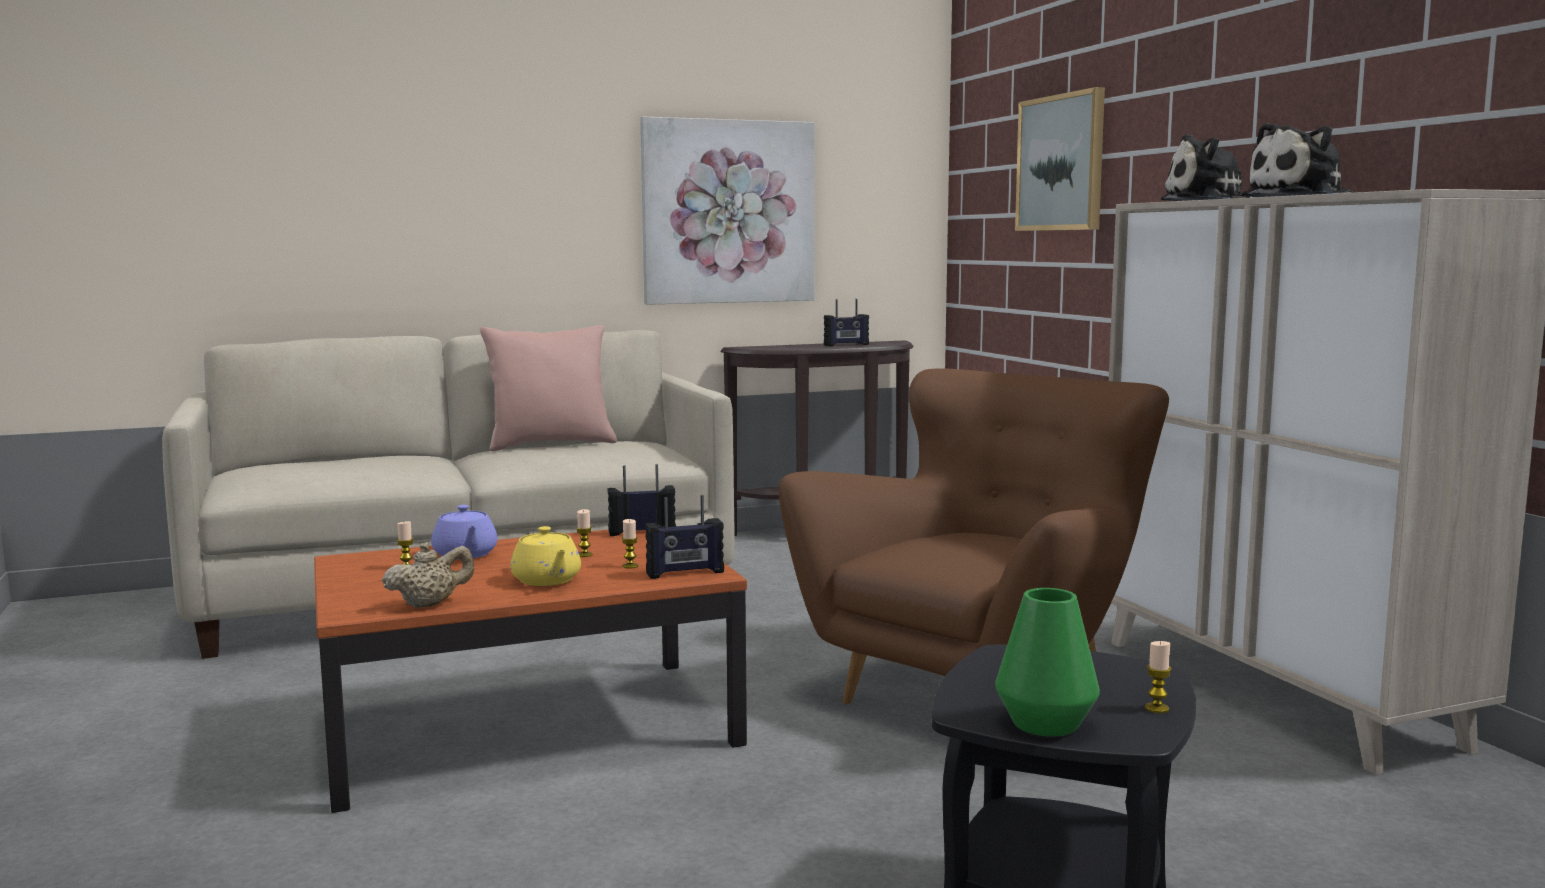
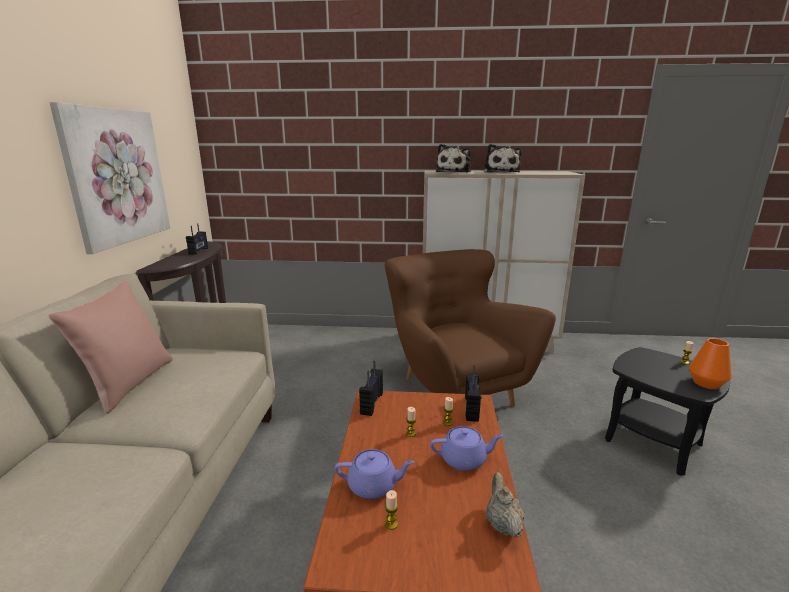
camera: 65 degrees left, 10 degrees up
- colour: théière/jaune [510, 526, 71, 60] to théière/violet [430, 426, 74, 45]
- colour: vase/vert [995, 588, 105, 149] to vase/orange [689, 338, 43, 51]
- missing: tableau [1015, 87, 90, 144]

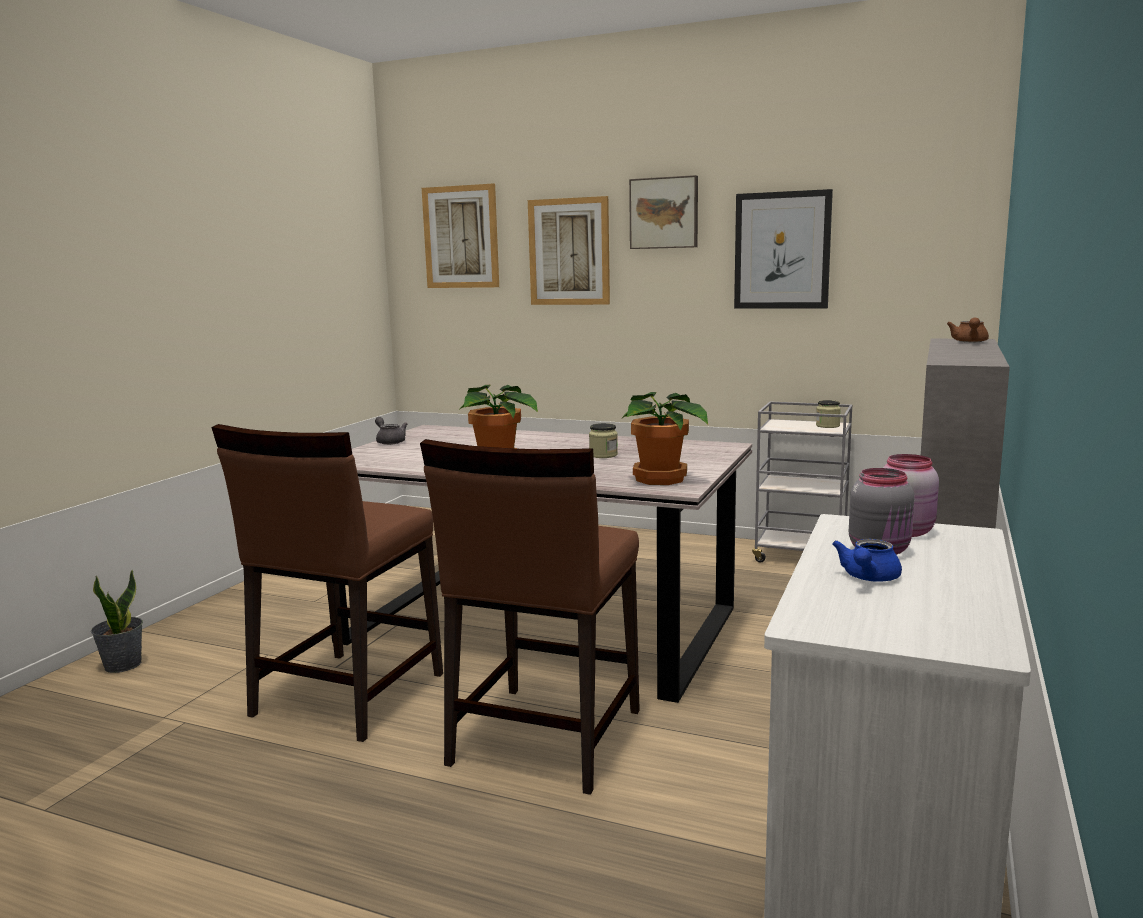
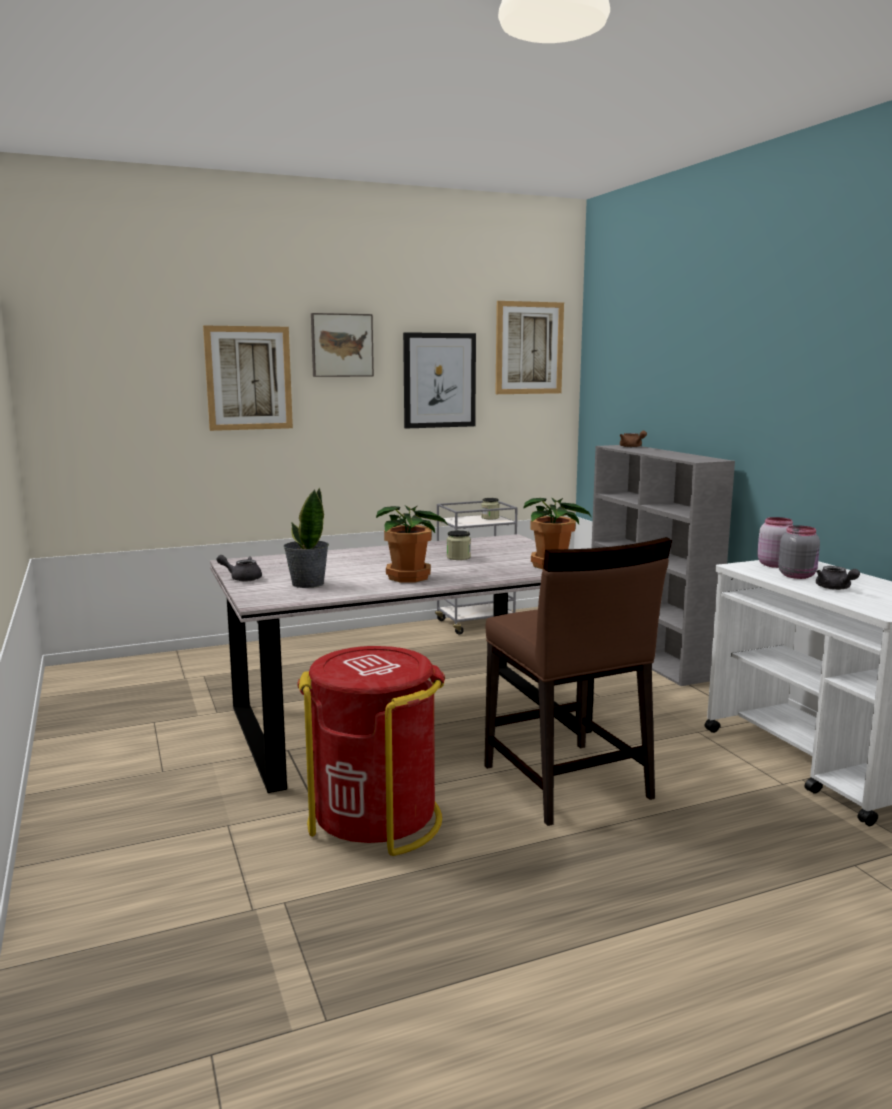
camera: 45 degrees left, 0 degrees up
- relocated: plante en pot [91, 570, 52, 103] to [283, 488, 46, 100]
- exchanged: chaise/marron [211, 424, 232, 318] to poubelle/rouge [297, 646, 148, 210]
- relocated: tableau [422, 183, 77, 105] to [495, 301, 69, 93]
- colour: théière/bleu [832, 539, 70, 43] to théière/gris [816, 566, 44, 24]

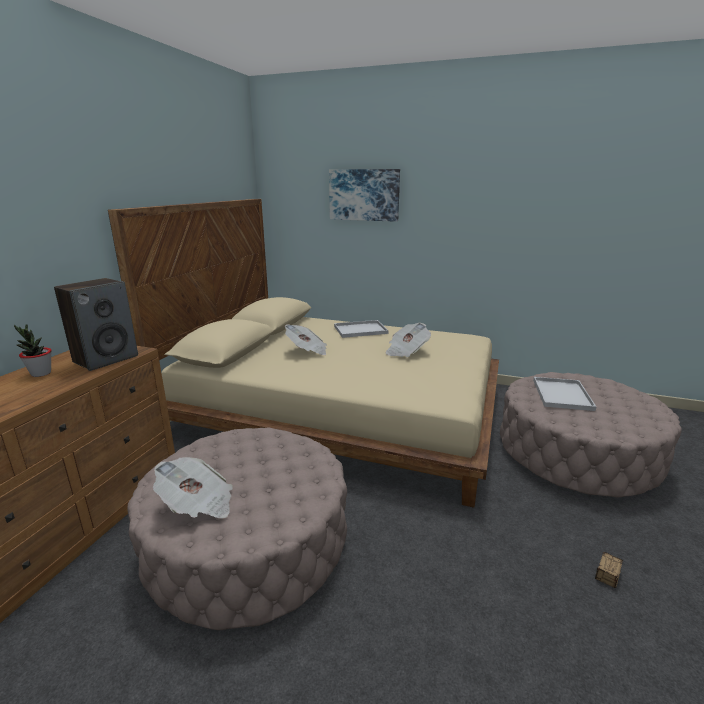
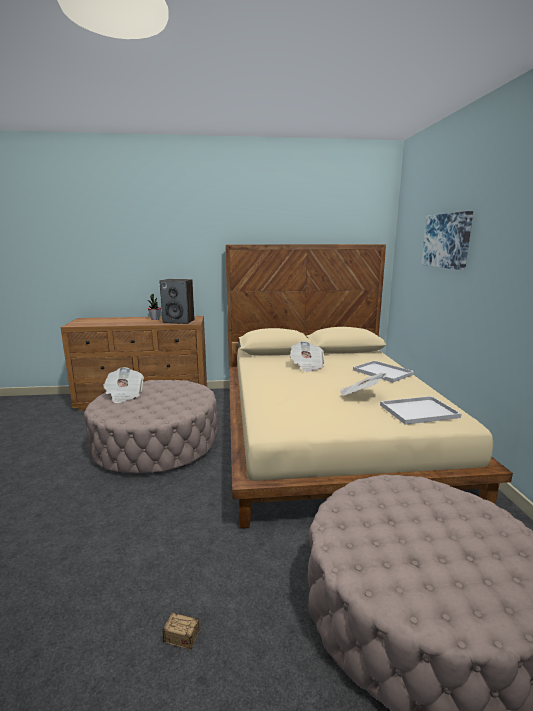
camera: 65 degrees right, 5 degrees down
- relocated: plateau/blanc [533, 377, 63, 34] to [380, 396, 81, 29]

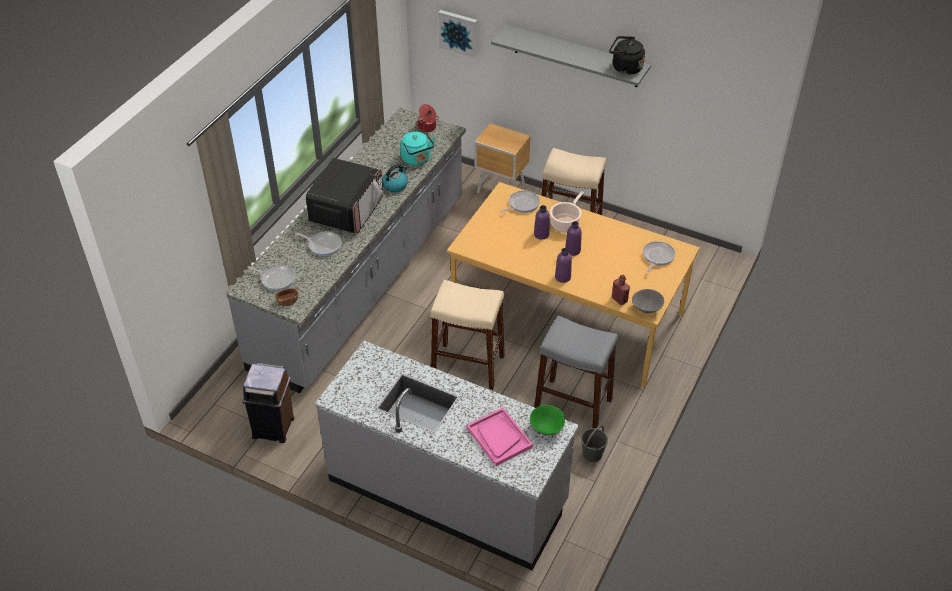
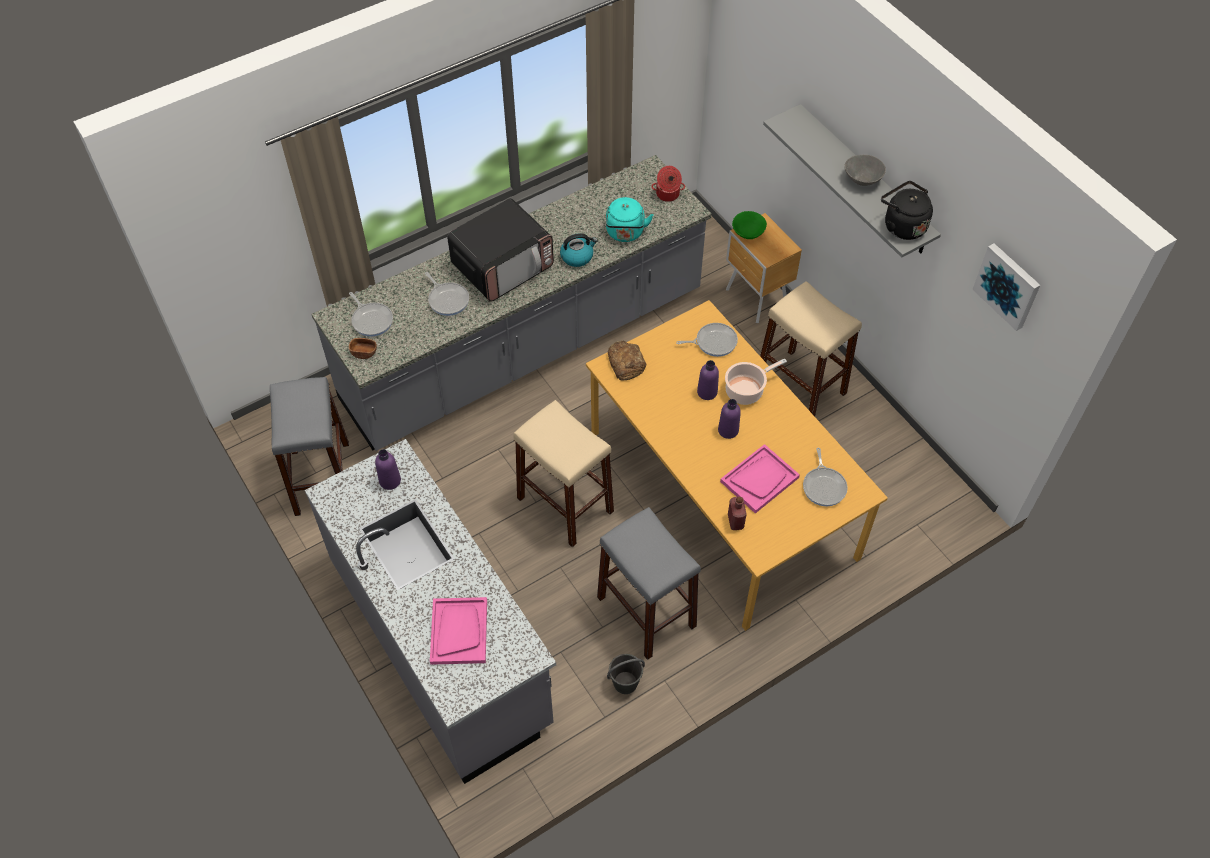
camera: 30 degrees right, 10 degrees up
- exchanged: poubelle/marron [242, 363, 53, 80] to tabouret/gris [270, 377, 79, 139]
- relocated: tableau [438, 10, 39, 48] to [972, 243, 68, 88]
- relocated: bol/vert [530, 405, 35, 30] to [732, 211, 35, 28]
- relocated: bouteille/violet [555, 248, 17, 35] to [375, 449, 26, 41]
- relocated: bol/gris [632, 289, 32, 24] to [844, 155, 42, 31]
- spun: poêle [643, 241, 33, 32] = [803, 448, 45, 58] 120 degrees clockwise
- appeared: pain [608, 341, 38, 40]
- appeared: plateau/rose [720, 444, 80, 70]

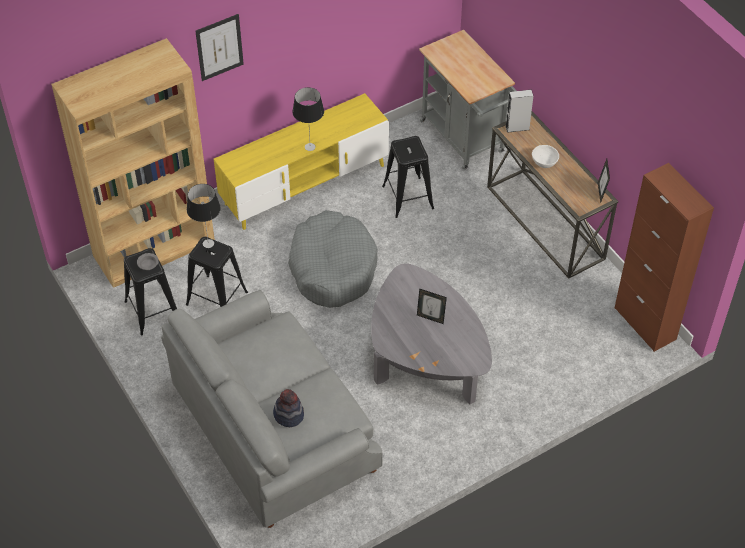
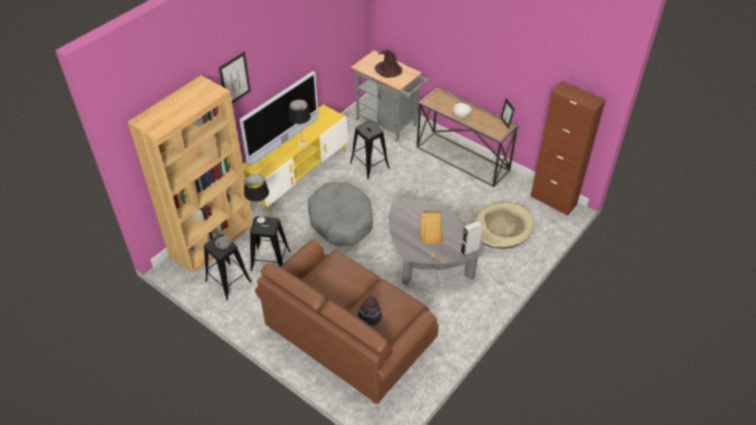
camera: 20 degrees left, 5 degrees down
- colour: canapé/gris [161, 290, 222, 238] to canapé/marron [255, 239, 184, 165]
- exchanged: cadre photo [417, 288, 30, 36] to plateau/beige [420, 212, 23, 32]
- relocated: enceinte/gris [505, 90, 28, 43] to [461, 220, 22, 36]
- appeared: téléviseur [239, 71, 79, 95]
- appeared: chapeau/marron [375, 50, 27, 28]
- appeared: panier pour chien/beige [473, 202, 62, 47]

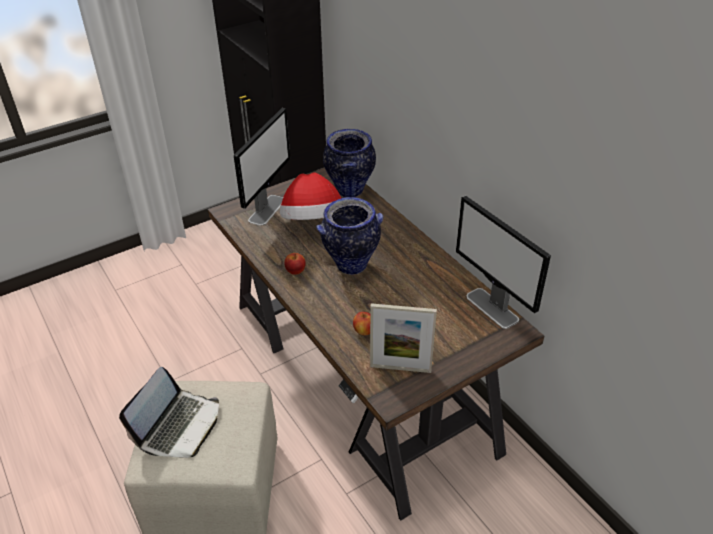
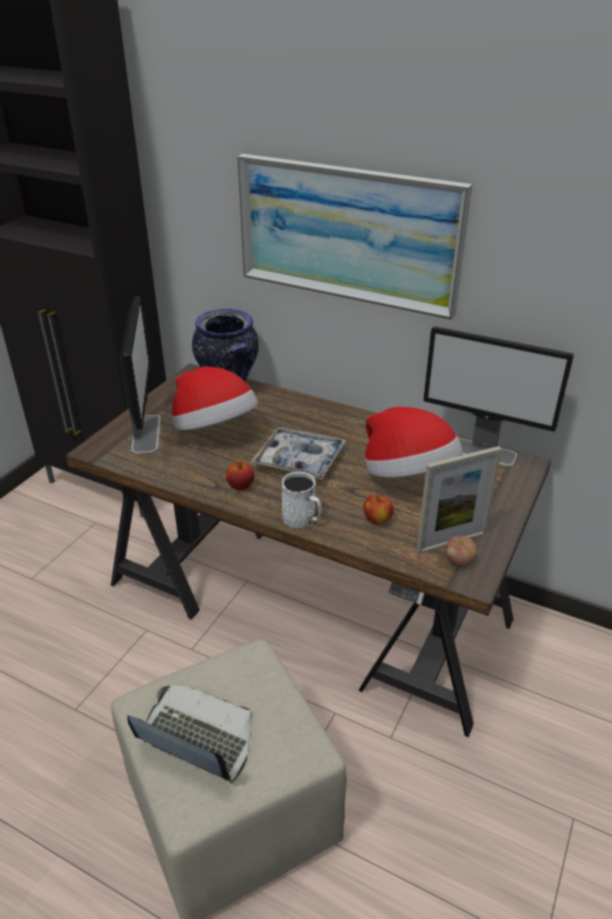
camera: 30 degrees left, 5 degrees down
- spun: ordinateur portable [119, 367, 100, 91] = [128, 685, 124, 99] 60 degrees counterclockwise
- exchanged: vase [316, 197, 68, 78] to plateau [251, 427, 95, 53]
- appeared: tableau [237, 154, 235, 166]
- appeared: mug/blanc [282, 472, 40, 56]
- appeared: chapeau [365, 407, 98, 71]
- appeared: pomme [445, 536, 32, 32]

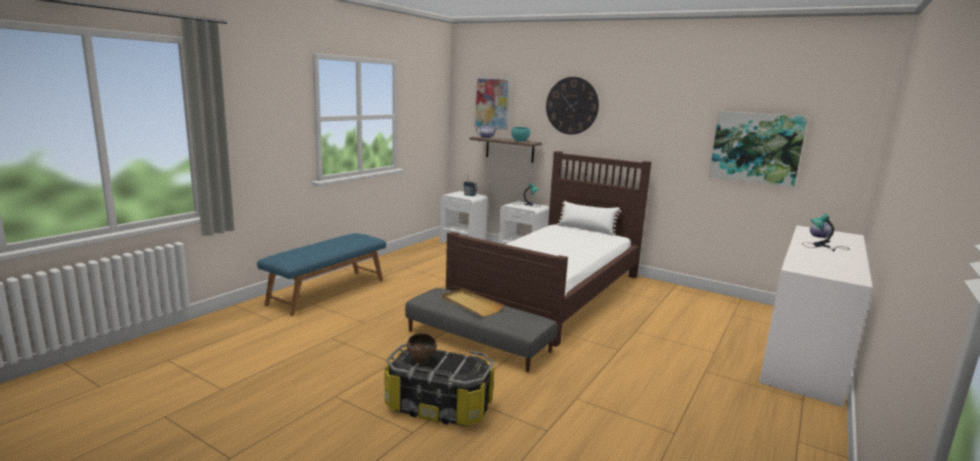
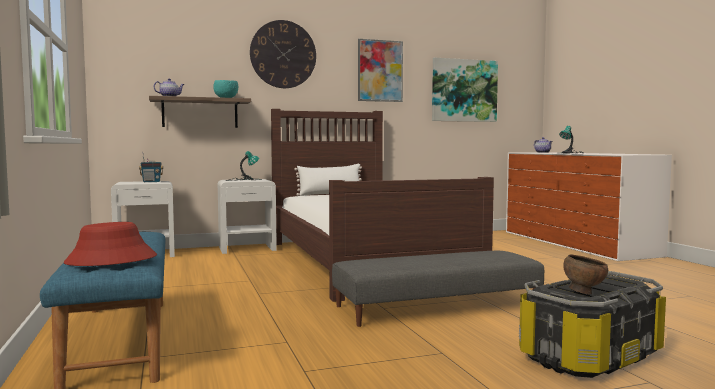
camera: 50 degrees left, 10 degrees down
- missing: plateau/beige [441, 289, 63, 28]
- relocated: tableau [474, 77, 36, 53] to [358, 39, 45, 63]
- appeared: chapeau/rouge [64, 222, 93, 44]

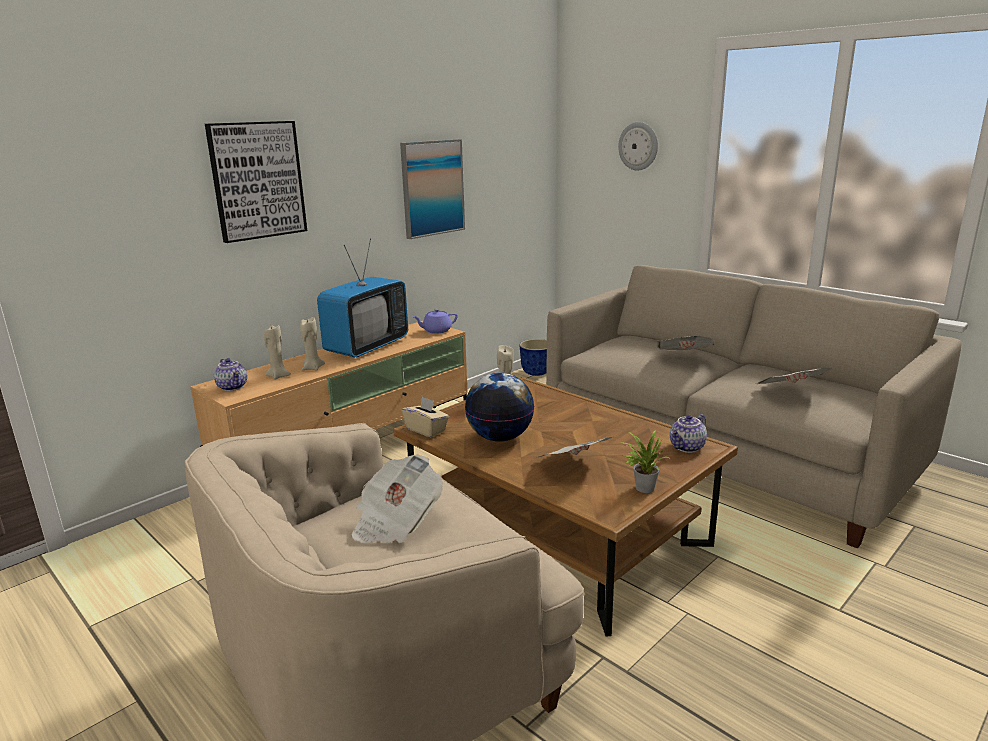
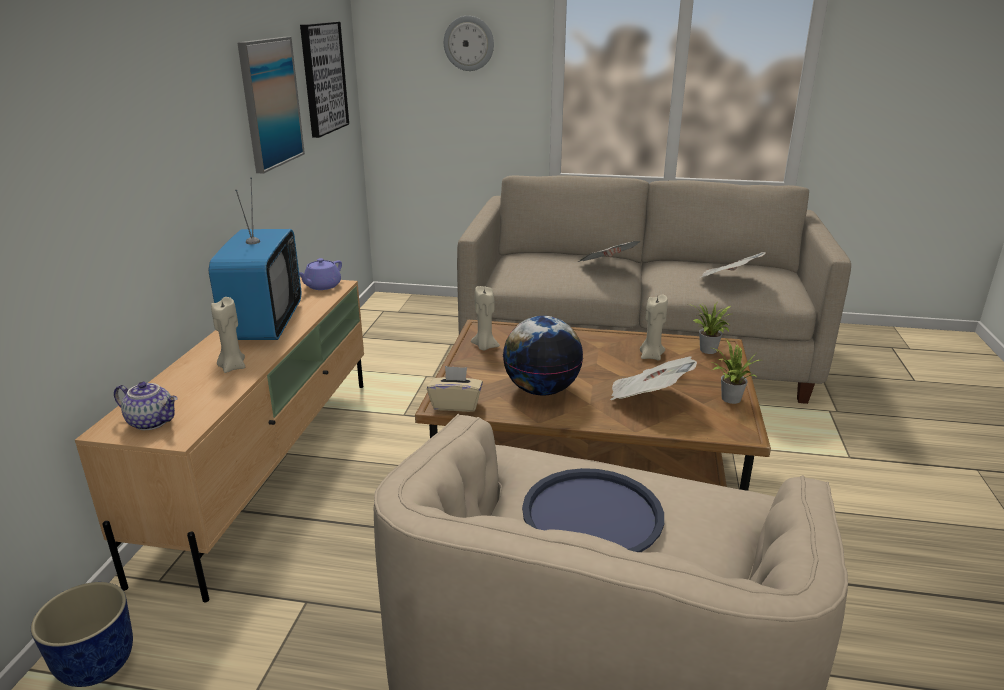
camera: 35 degrees left, 5 degrees up
- relocated: tableau [205, 121, 102, 122] to [300, 22, 49, 116]
- relocated: bougie/beige [264, 325, 27, 55] to [640, 295, 28, 65]
- exchanged: journal [352, 455, 91, 88] to plateau/bleu [522, 468, 142, 84]
- relocated: cache-pot [520, 339, 27, 37] to [31, 582, 102, 105]
- exchanged: théière [670, 414, 37, 39] to plante en pot [688, 303, 45, 51]

